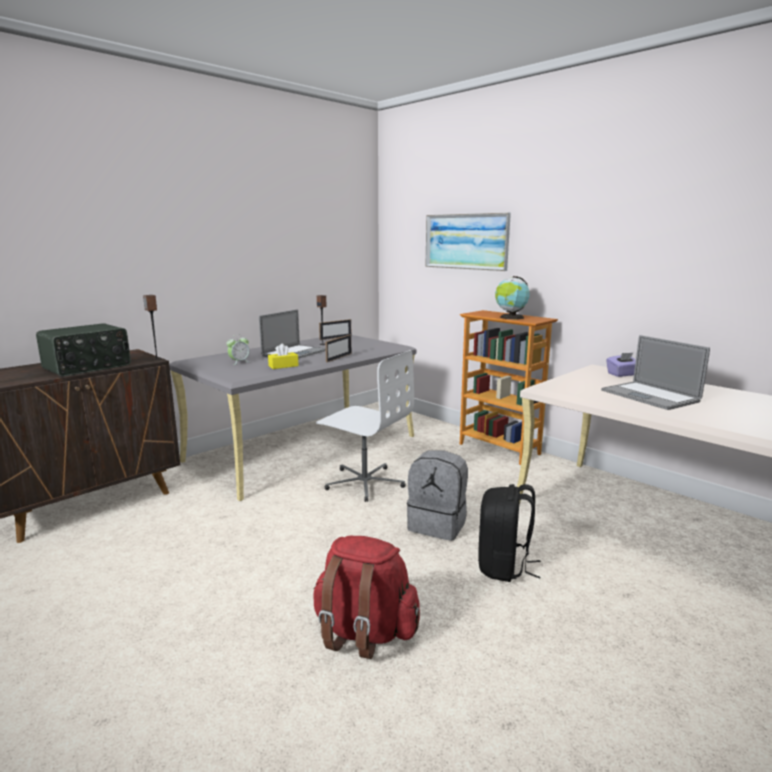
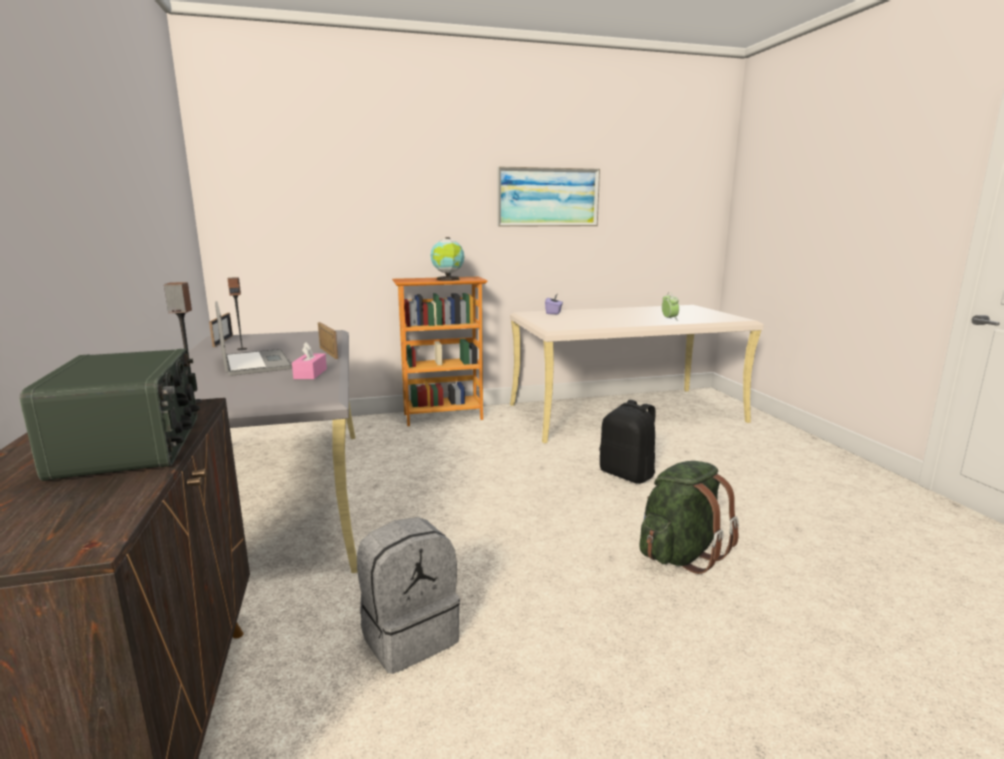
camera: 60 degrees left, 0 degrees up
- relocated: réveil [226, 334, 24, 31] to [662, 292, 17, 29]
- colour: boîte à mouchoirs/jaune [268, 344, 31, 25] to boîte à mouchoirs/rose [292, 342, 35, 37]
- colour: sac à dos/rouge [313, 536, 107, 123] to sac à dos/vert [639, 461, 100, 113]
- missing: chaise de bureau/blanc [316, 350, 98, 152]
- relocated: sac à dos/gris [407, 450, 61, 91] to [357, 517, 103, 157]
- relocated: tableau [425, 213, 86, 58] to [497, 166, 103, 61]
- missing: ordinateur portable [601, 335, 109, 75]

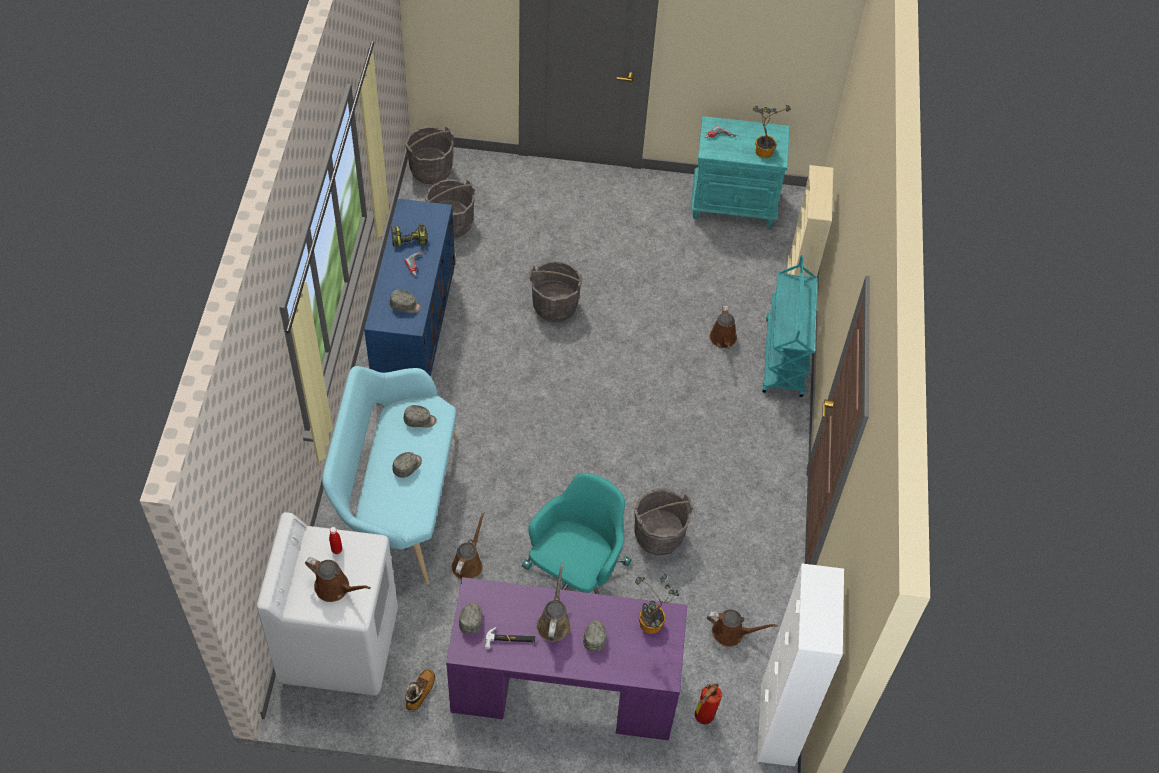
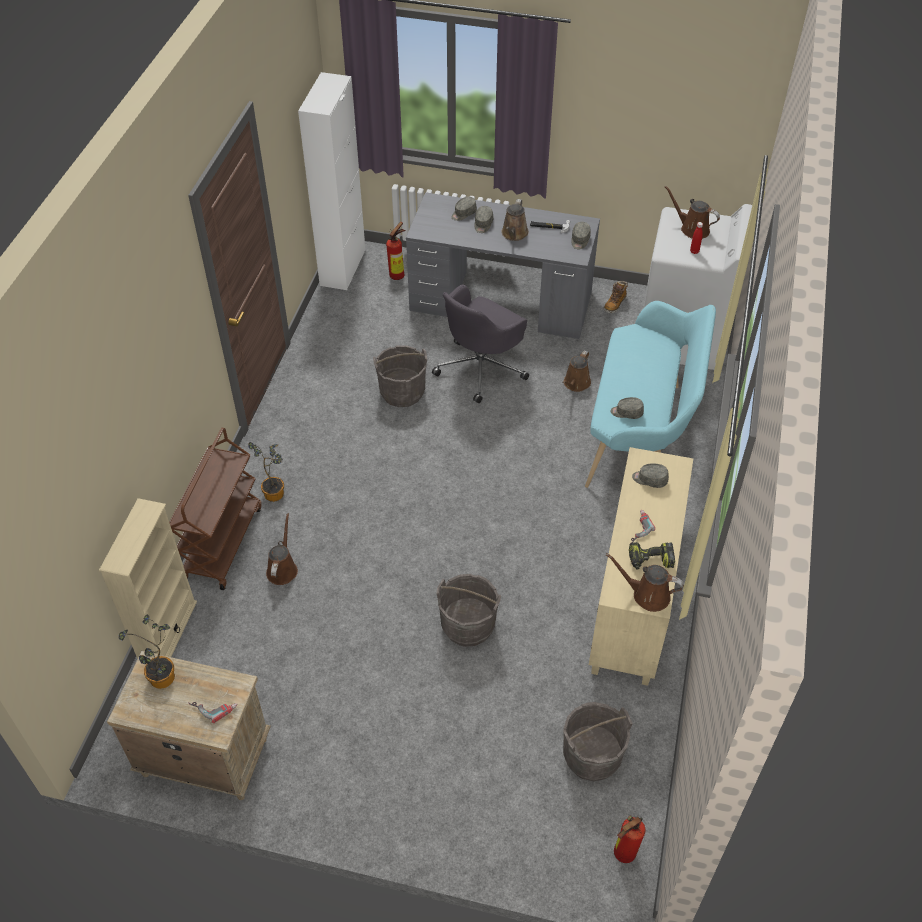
camera: 170 degrees left, 5 degrees down
- colour: meuble de rangement/bleu [364, 199, 91, 178] to meuble de rangement/beige [589, 447, 104, 239]
- relocated: casquette/gris [392, 452, 30, 26] to [451, 197, 26, 24]
- exchanged: seau/gris [405, 126, 49, 58] to extincteur [614, 815, 31, 48]
- colour: bureau/violet [446, 577, 241, 163] to bureau/gris [406, 192, 194, 147]
- colour: chaise de bureau/turquoise [522, 473, 109, 121] to chaise de bureau/gris [432, 284, 97, 119]
- relocated: plante en pot [635, 574, 44, 60] to [248, 442, 36, 60]
- colour: table de chevet/turquoise [690, 116, 100, 112] to table de chevet/beige [107, 651, 164, 149]
- relocated: arrosoir/marron [707, 609, 71, 38] to [606, 553, 78, 59]
- colour: chariot/turquoise [762, 255, 55, 142] to chariot/marron [169, 428, 93, 162]

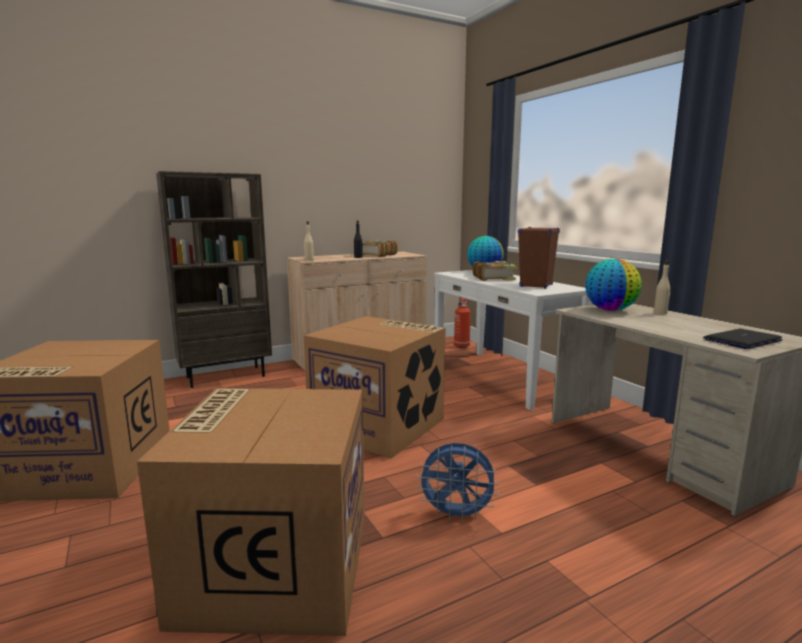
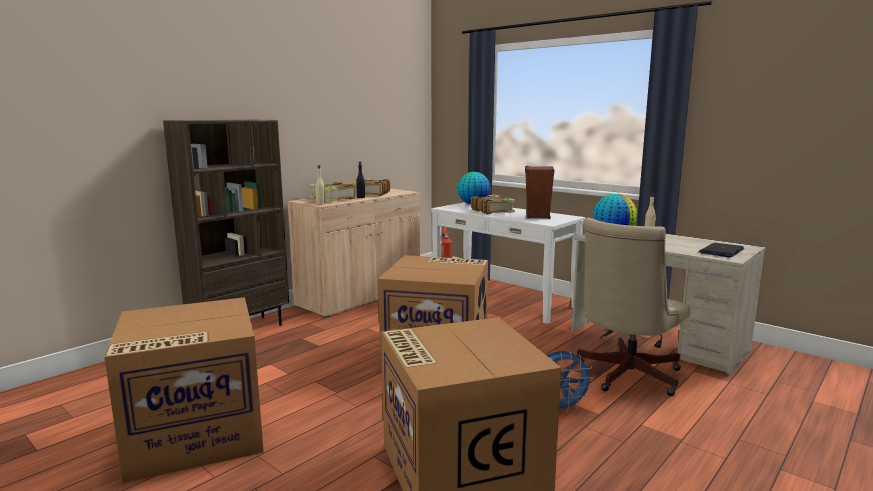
camera: 20 degrees left, 0 degrees up
- appeared: livre [309, 182, 47, 20]
- appeared: chaise de bureau/beige [577, 218, 113, 178]

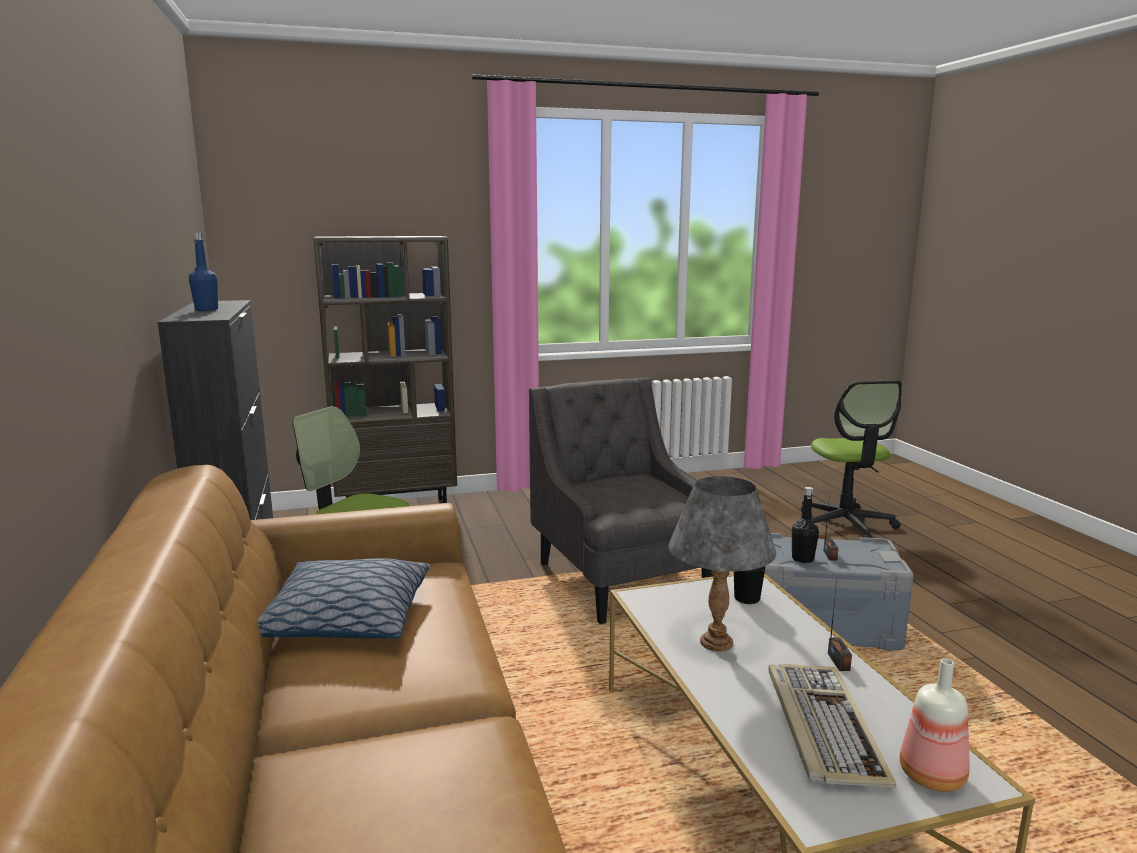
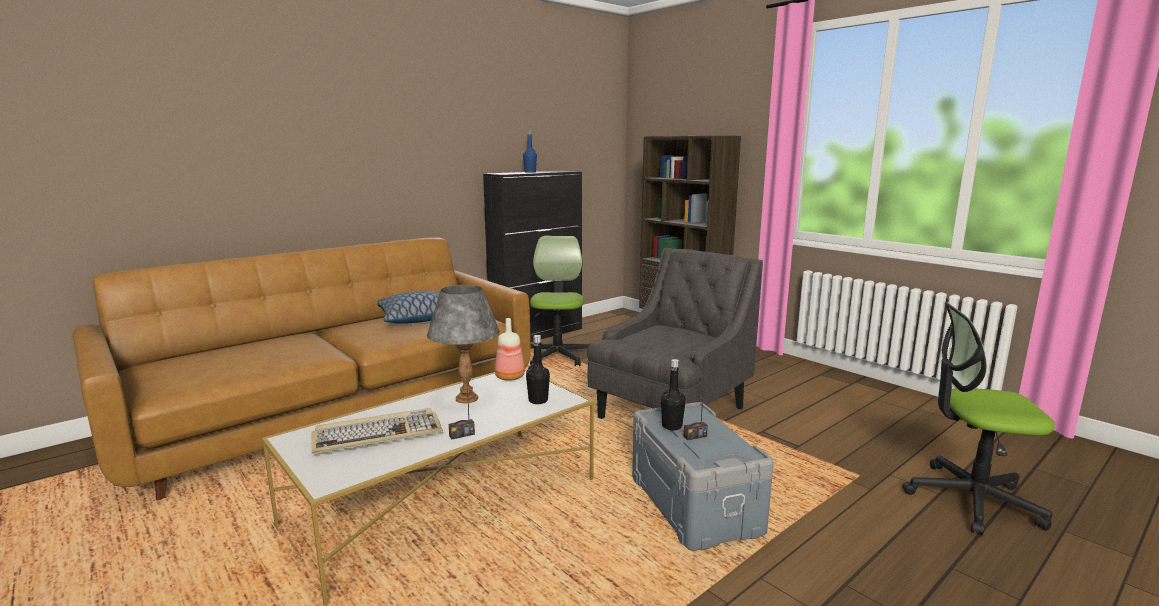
camera: 65 degrees right, 0 degrees up
- spun: chaise de bureau [801, 380, 101, 158] = [903, 302, 152, 233] 45 degrees clockwise
- relocated: bouteille [899, 658, 71, 134] to [495, 318, 30, 63]

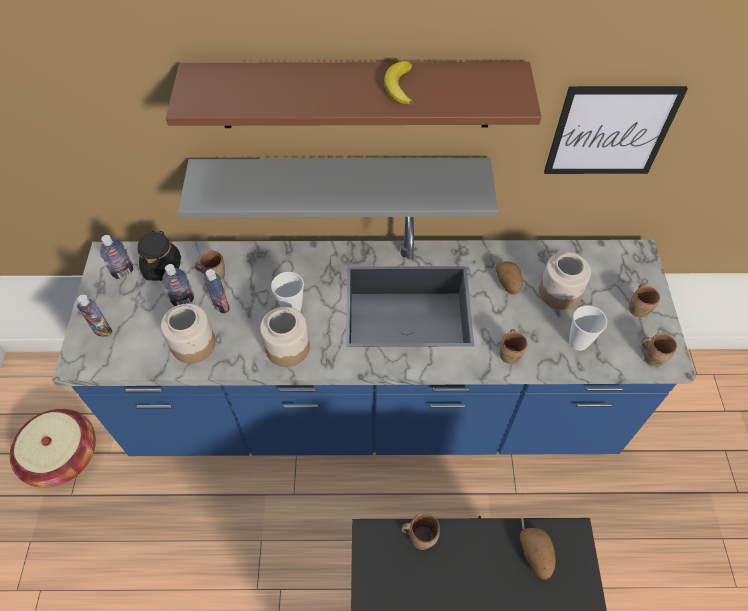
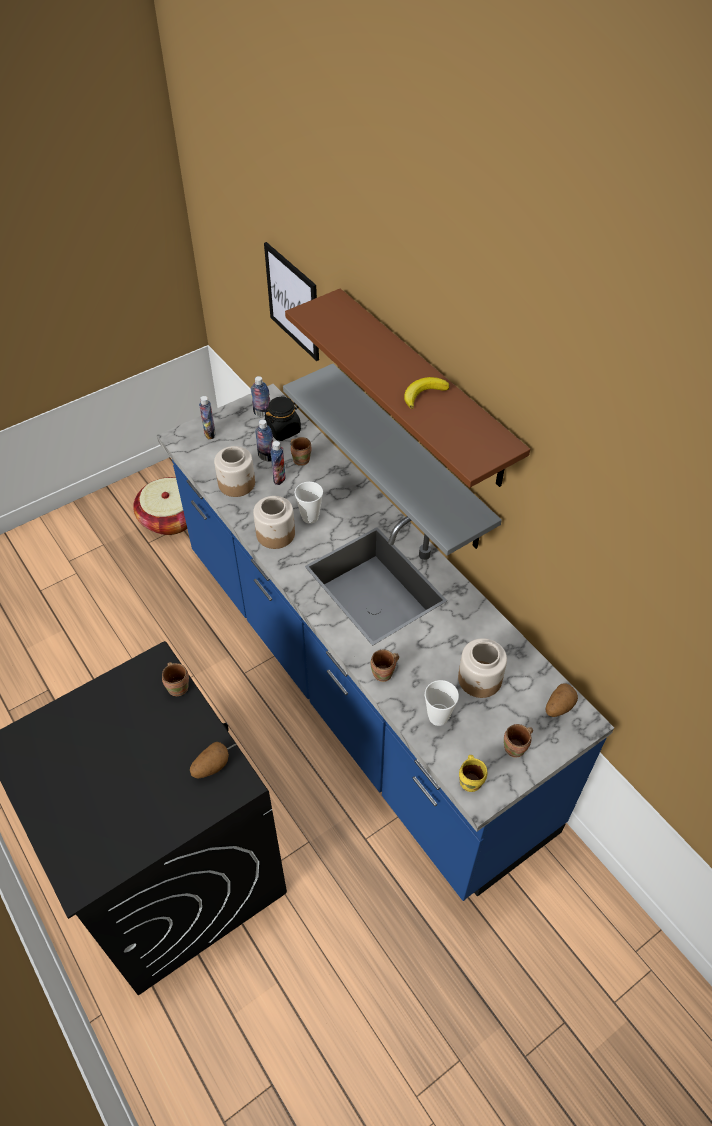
camera: 55 degrees right, 5 degrees down
- relocated: pomme de terre [495, 261, 28, 33] to [546, 683, 32, 34]
- relocated: tableau [544, 86, 144, 88] to [264, 242, 55, 119]
- colour: mug/marron [641, 333, 36, 33] to mug/jaune [459, 755, 28, 37]

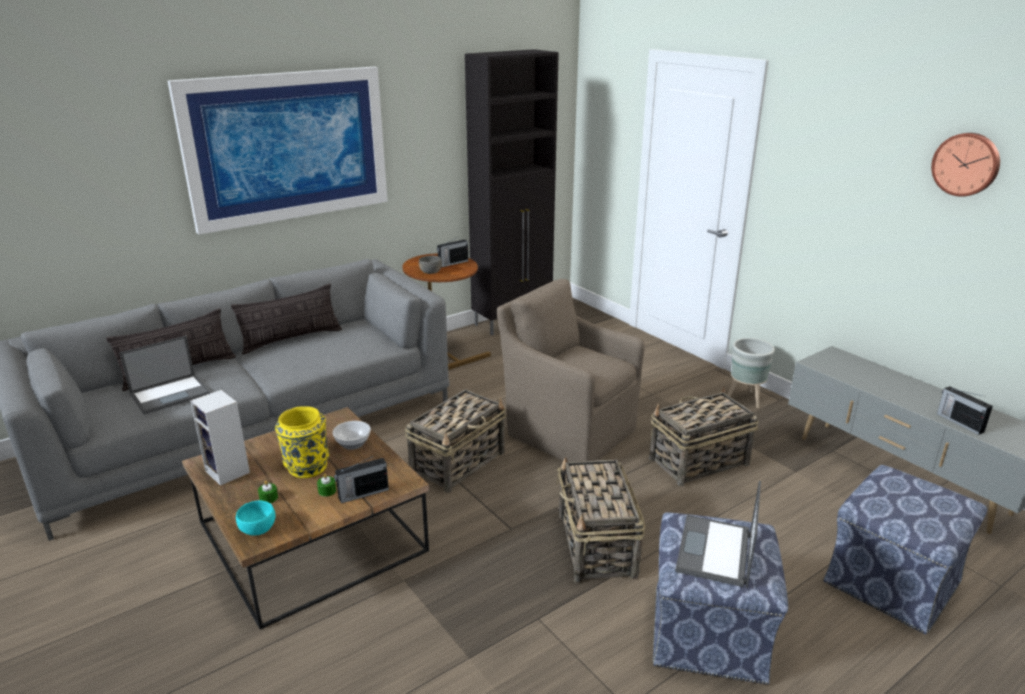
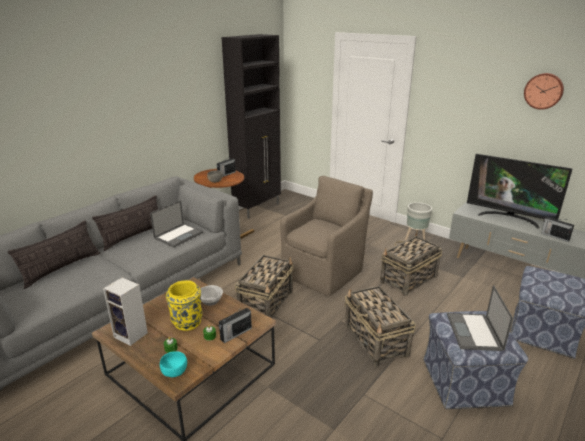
camera: 15 degrees left, 0 degrees up
- relocated: ordinateur portable [120, 336, 90, 79] to [150, 200, 53, 47]
- missing: tableau [168, 67, 220, 168]
- spun: fauteuil/marron [497, 279, 148, 183] = [280, 176, 93, 121] 105 degrees clockwise
- appeared: téléviseur [467, 154, 105, 74]

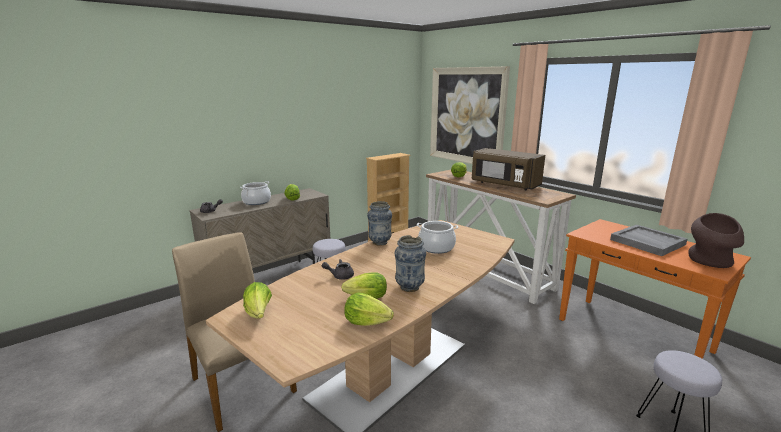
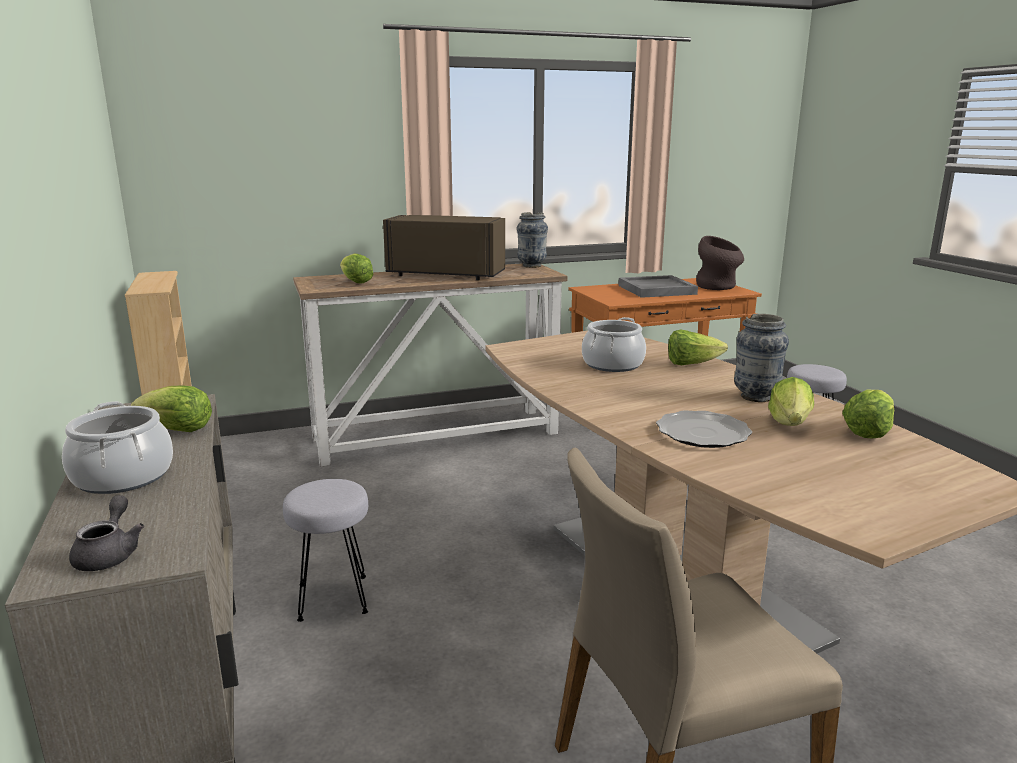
camera: 70 degrees left, 0 degrees up
- relocated: laitue [243, 282, 29, 37] to [668, 329, 60, 36]
- exchanged: théière/gris [322, 259, 32, 21] to assiette [656, 410, 96, 38]
- relocated: vase [367, 201, 25, 45] to [517, 212, 31, 56]
- missing: tableau [430, 66, 80, 98]
- spun: micro-ondes/marron [472, 148, 73, 42] = [383, 215, 122, 65] 135 degrees counterclockwise

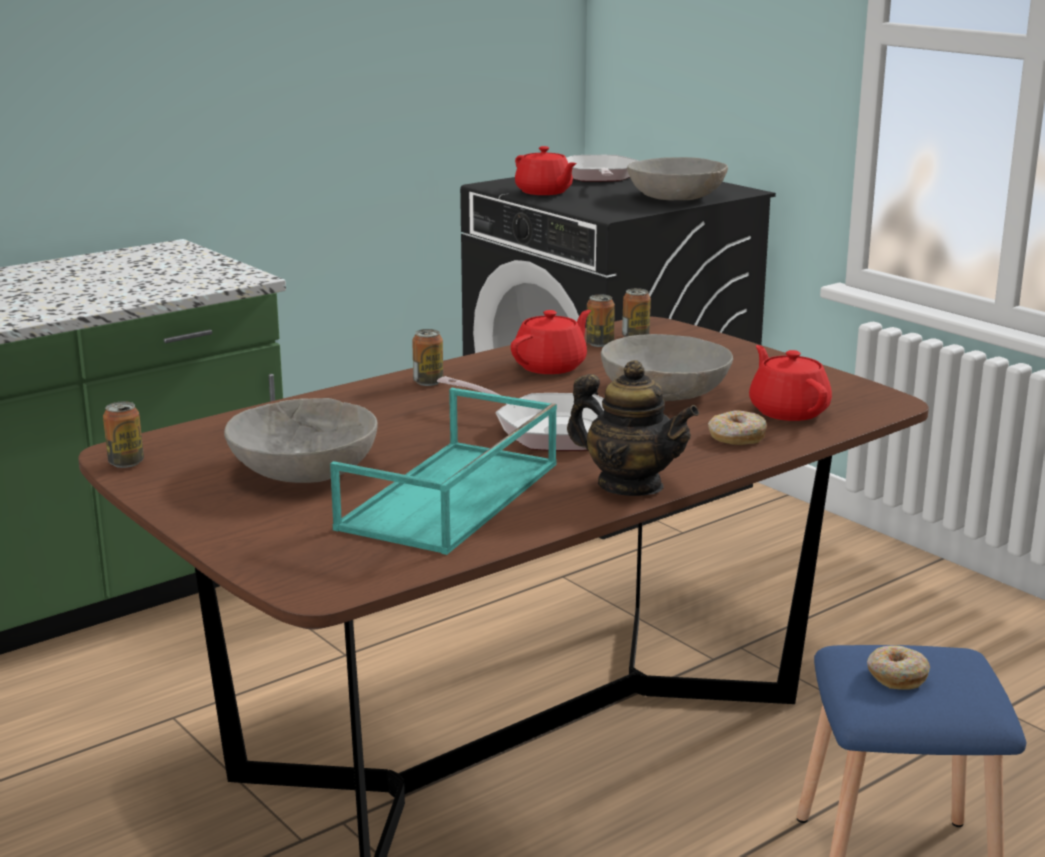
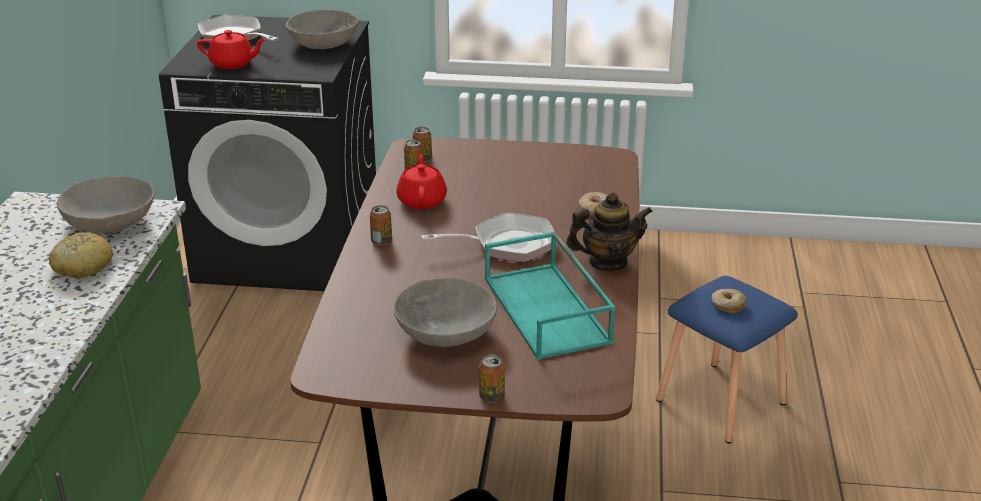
camera: 45 degrees left, 10 degrees up
- relocated: boîte métallique [103, 401, 41, 67] to [479, 354, 26, 48]
- relocated: bol/gris [601, 334, 132, 67] to [57, 176, 97, 57]
- missing: théière/rouge [749, 345, 83, 76]
- appeared: pain [49, 233, 64, 45]

